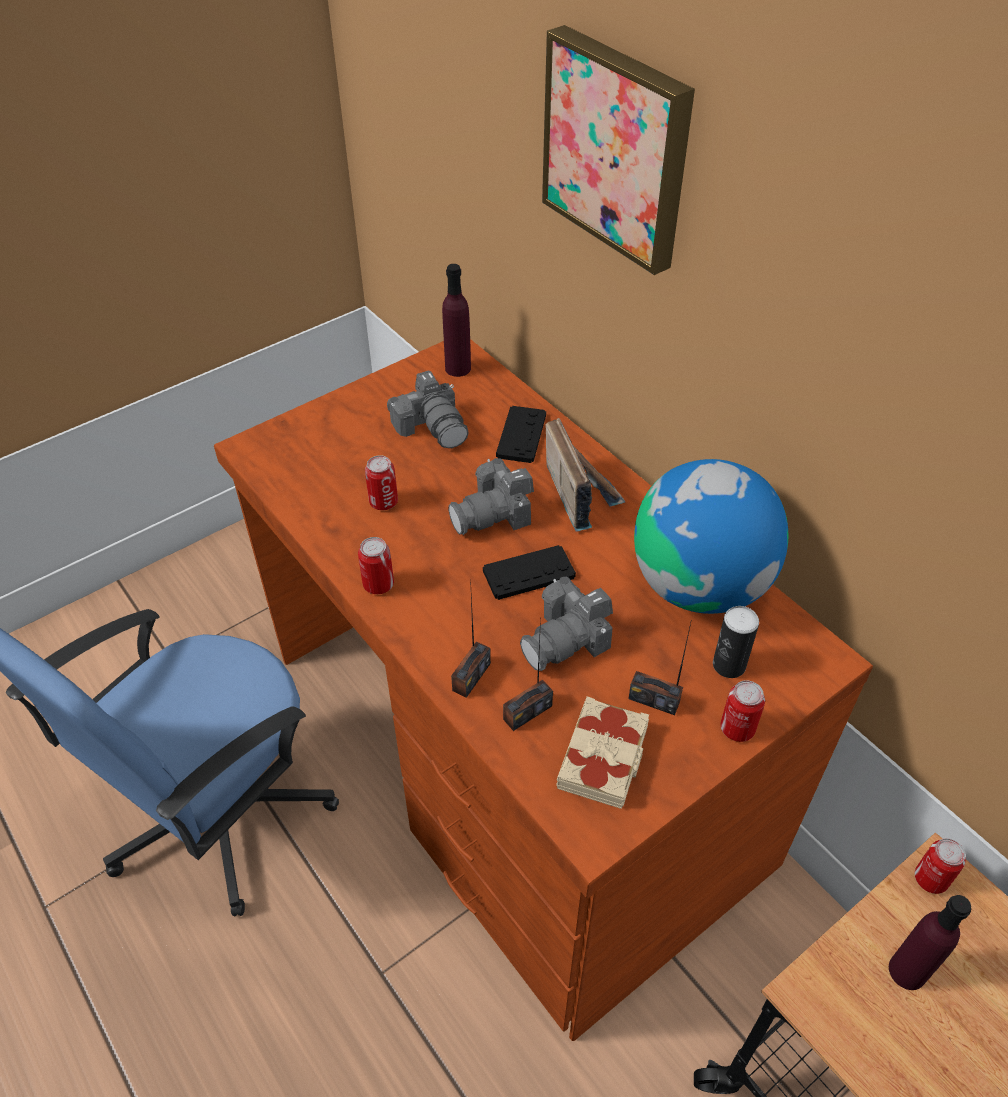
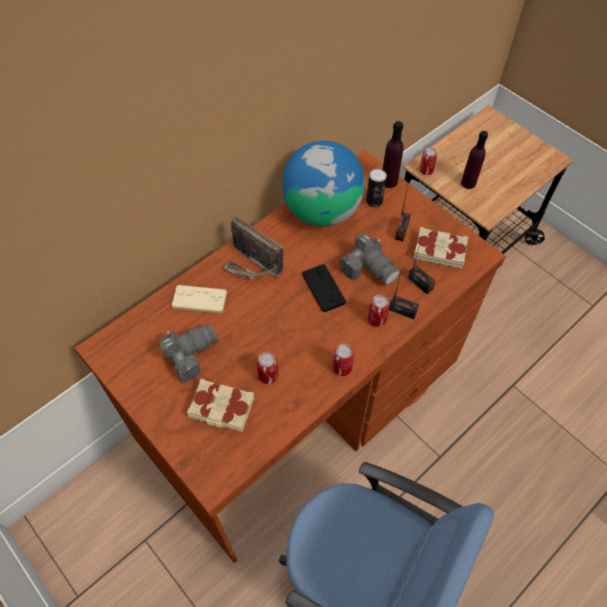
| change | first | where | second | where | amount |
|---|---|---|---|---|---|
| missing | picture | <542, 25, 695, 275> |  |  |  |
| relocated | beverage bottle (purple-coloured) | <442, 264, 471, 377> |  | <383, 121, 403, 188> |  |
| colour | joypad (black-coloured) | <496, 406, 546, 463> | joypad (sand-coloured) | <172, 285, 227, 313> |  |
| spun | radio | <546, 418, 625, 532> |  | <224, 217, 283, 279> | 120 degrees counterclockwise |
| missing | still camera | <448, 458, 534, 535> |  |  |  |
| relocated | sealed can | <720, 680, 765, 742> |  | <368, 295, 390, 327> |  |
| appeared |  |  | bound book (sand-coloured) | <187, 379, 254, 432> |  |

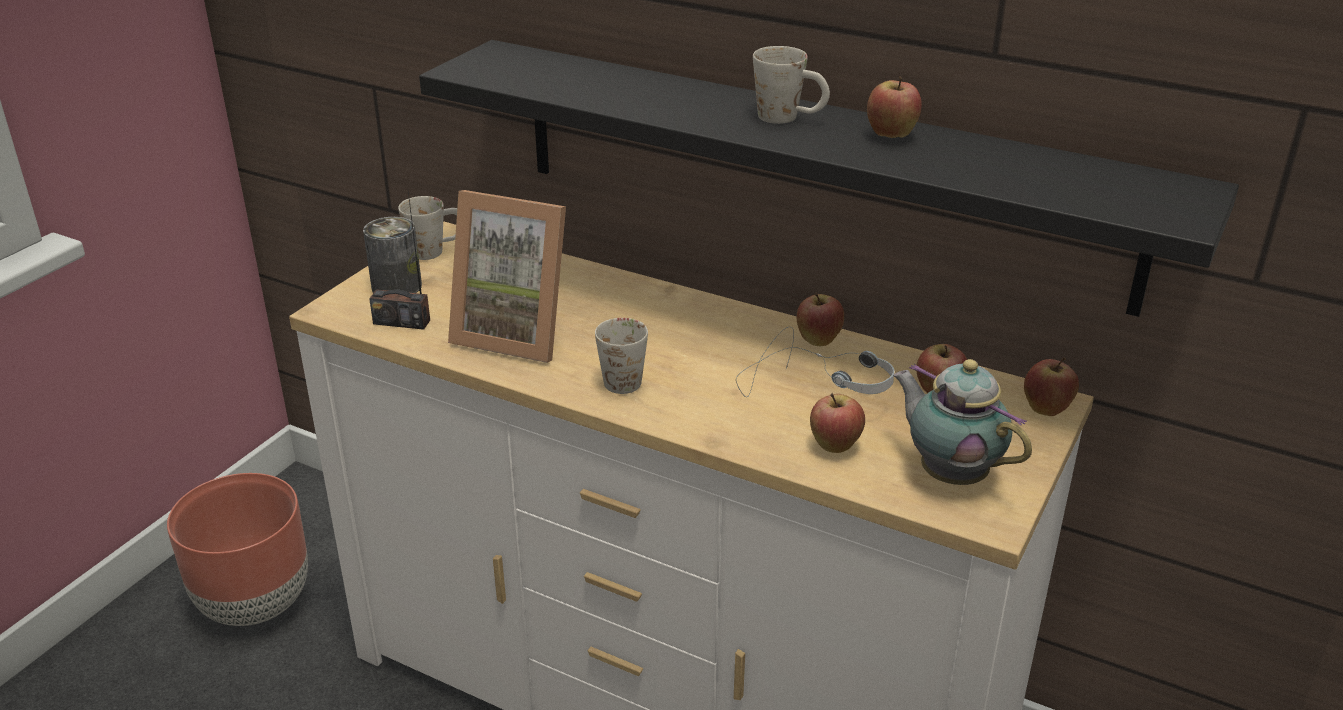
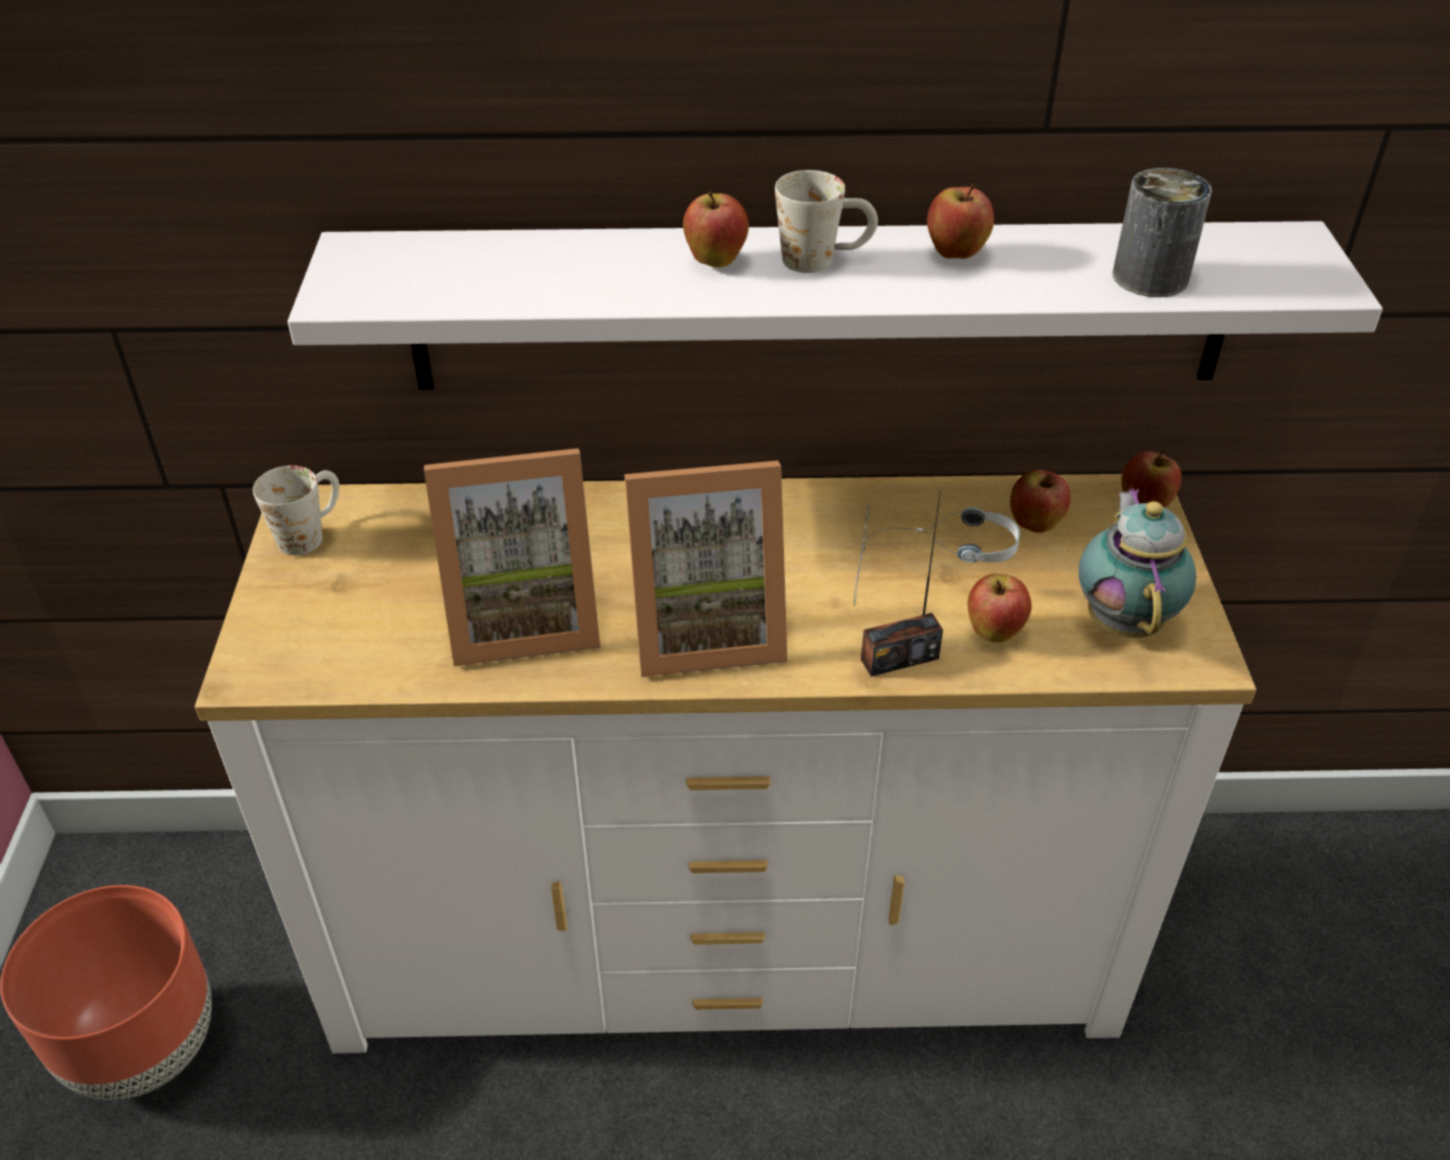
| change | first | where | second | where | amount |
|---|---|---|---|---|---|
| colour | shelf (black-coloured) | <419, 40, 1239, 317> | shelf (white-coloured) | <288, 221, 1383, 390> |  |
| relocated | radio | <369, 192, 430, 330> |  | <861, 495, 943, 677> |  |
| relocated | sealed can | <363, 217, 422, 293> |  | <1113, 168, 1212, 297> |  |
| relocated | apple fruit | <797, 292, 844, 346> |  | <683, 191, 749, 268> |  |
| exchanged | mug (white-coloured) | <595, 318, 648, 394> | standing frame | <624, 461, 788, 677> |  |
| spun | pot for tea | <893, 359, 1032, 485> |  | <1078, 488, 1196, 638> | 75 degrees clockwise |

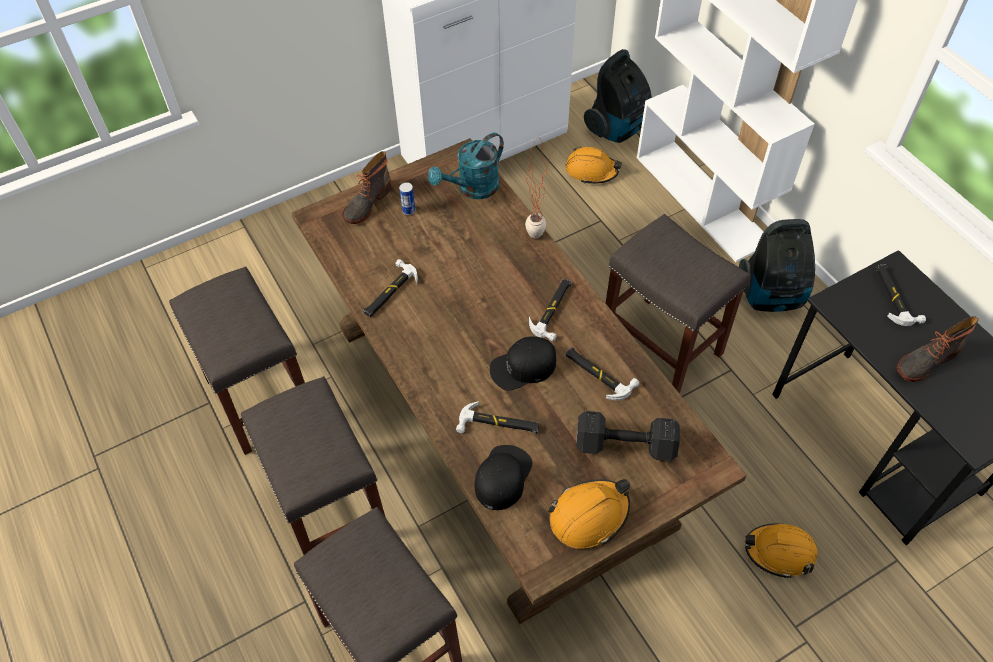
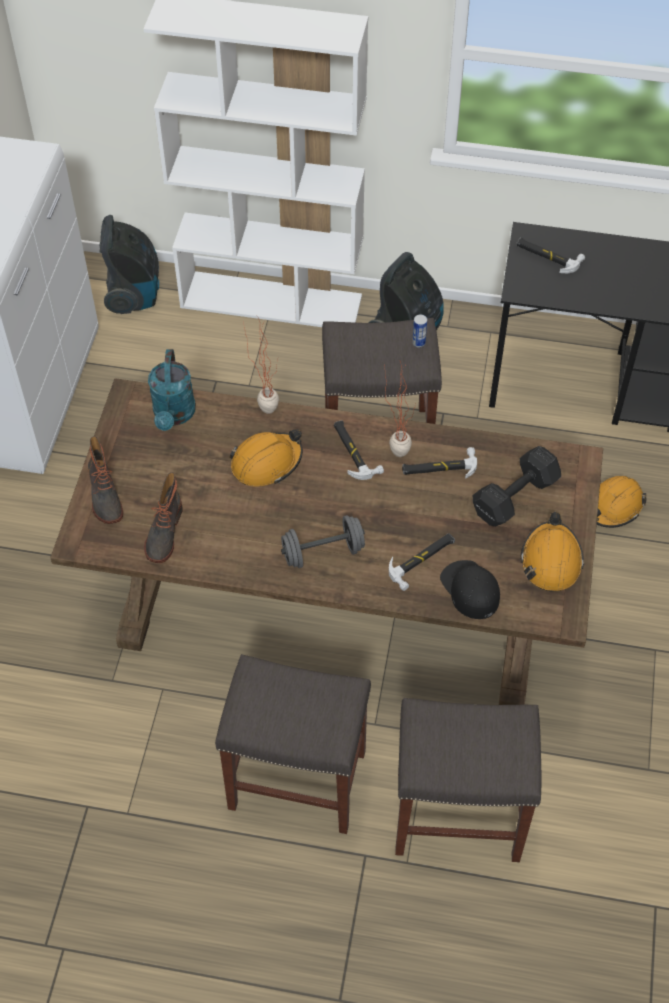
| change | first | where | second | where | amount |
|---|---|---|---|---|---|
| relocated | safety helmet (orange) | <566, 147, 622, 184> |  | <229, 429, 303, 487> |  |
| relocated | sealed can | <399, 182, 415, 215> |  | <412, 314, 427, 348> |  |
| missing | hammer | <363, 259, 418, 317> |  |  |  |
| missing | sitting stool (greyish) | <169, 266, 305, 455> |  |  |  |
| relocated | boot | <897, 316, 979, 382> |  | <144, 472, 183, 563> |  |
| missing | baseball cap (black-coloured) | <490, 336, 556, 390> |  |  |  |
| appeared |  |  | houseplant | <385, 361, 417, 457> |  |
| appeared |  |  | dumbbell (greyish) | <281, 515, 365, 568> |  |

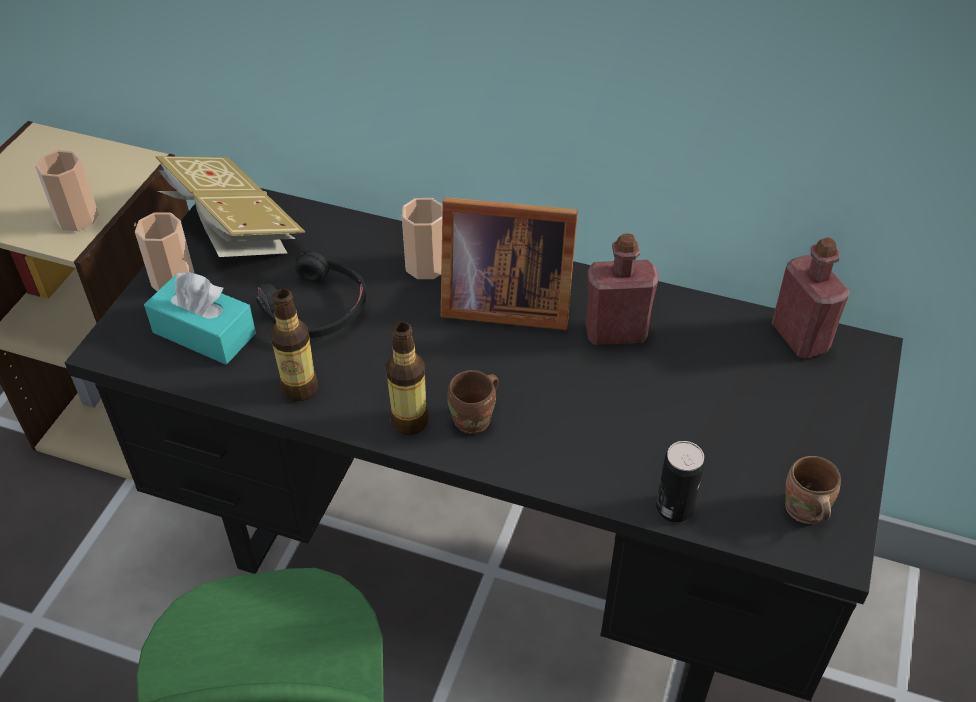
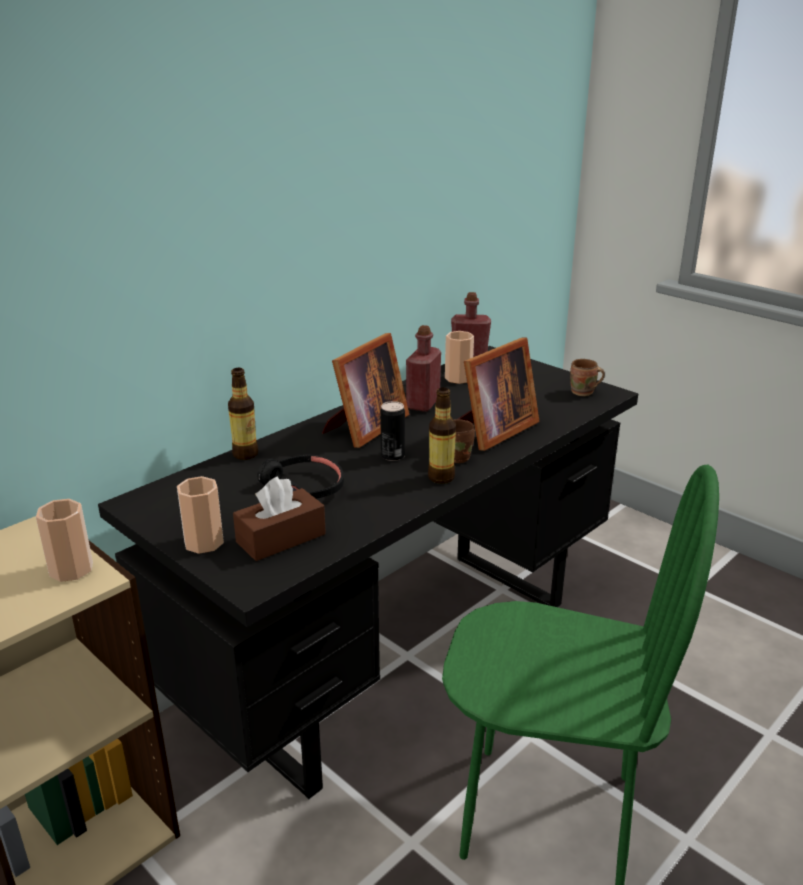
| change | first | where | second | where | amount |
|---|---|---|---|---|---|
| missing | bound book | <156, 156, 305, 257> |  |  |  |
| relocated | cup | <402, 198, 442, 279> |  | <445, 331, 474, 384> |  |
| colour | tissue holder (turquoise-coloured) | <144, 272, 256, 365> | tissue holder (brownish) | <233, 477, 326, 561> |  |
| relocated | beverage bottle | <270, 289, 318, 401> |  | <228, 368, 258, 460> |  |
| relocated | sealed can | <656, 441, 705, 523> |  | <380, 401, 405, 461> |  |
| appeared |  |  | standing frame | <458, 338, 540, 451> |  |

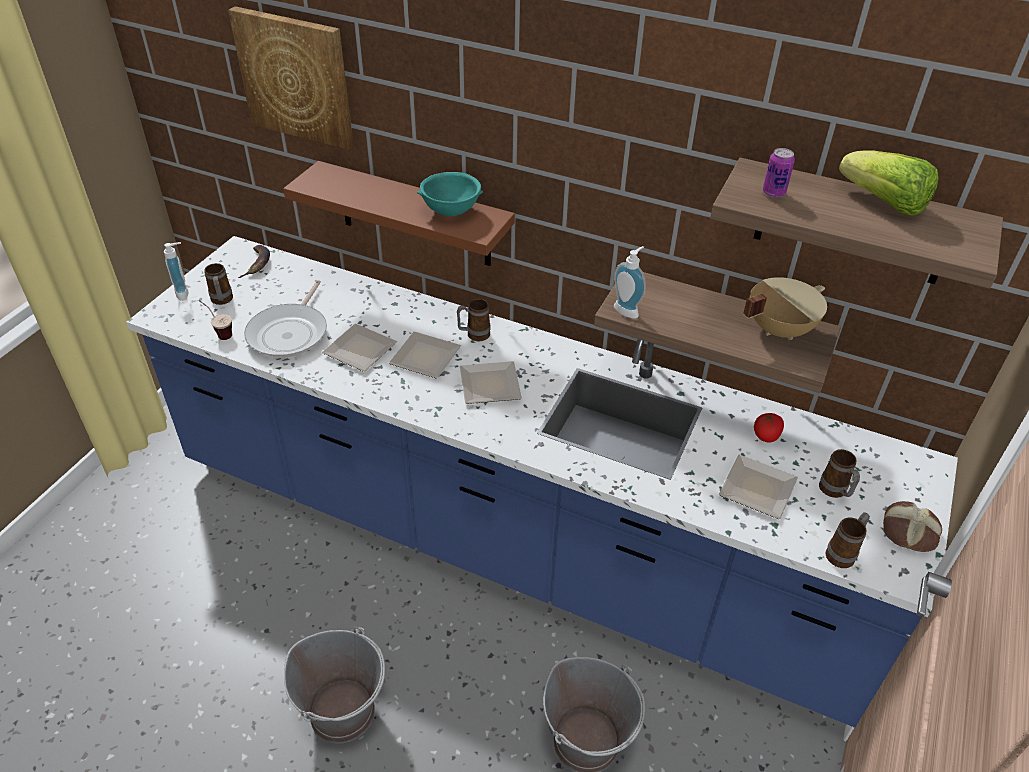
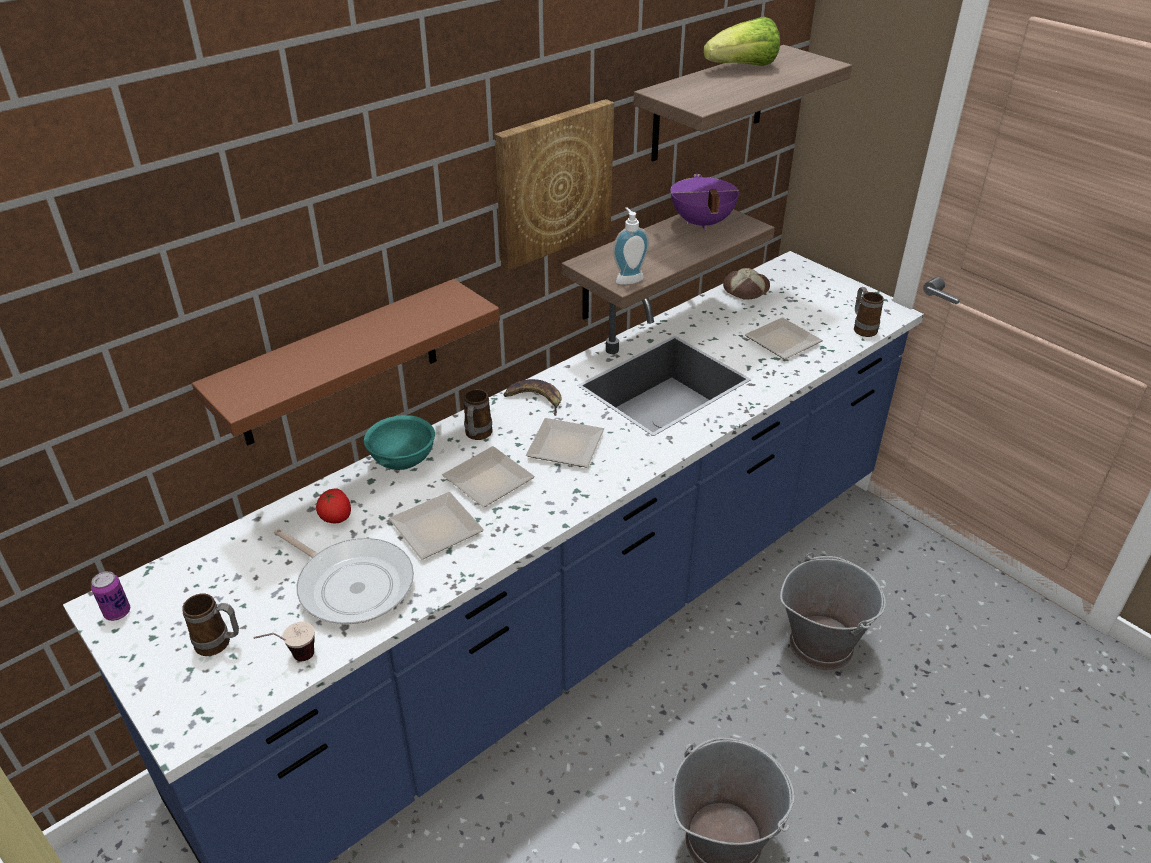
| change | first | where | second | where | amount |
|---|---|---|---|---|---|
| relocated | picture | <228, 6, 354, 150> |  | <495, 99, 614, 271> |  |
| relocated | sealed can | <763, 148, 795, 198> |  | <91, 571, 130, 621> |  |
| relocated | bowl (turquoise-coloured) | <417, 172, 483, 216> |  | <364, 415, 435, 470> |  |
| missing | soap dispenser | <164, 242, 189, 301> |  |  |  |
| relocated | whole banana | <238, 245, 270, 278> |  | <503, 379, 561, 416> |  |
| colour | stockpot (sand-coloured) | <743, 277, 827, 340> | stockpot (purple-coloured) | <670, 174, 739, 230> |  |
| relocated | tomato | <754, 412, 784, 443> |  | <316, 488, 351, 523> |  |
| missing | mug | <819, 449, 860, 498> |  |  |  |
| relocated | bakery bread | <883, 501, 942, 552> |  | <723, 268, 770, 300> |  |

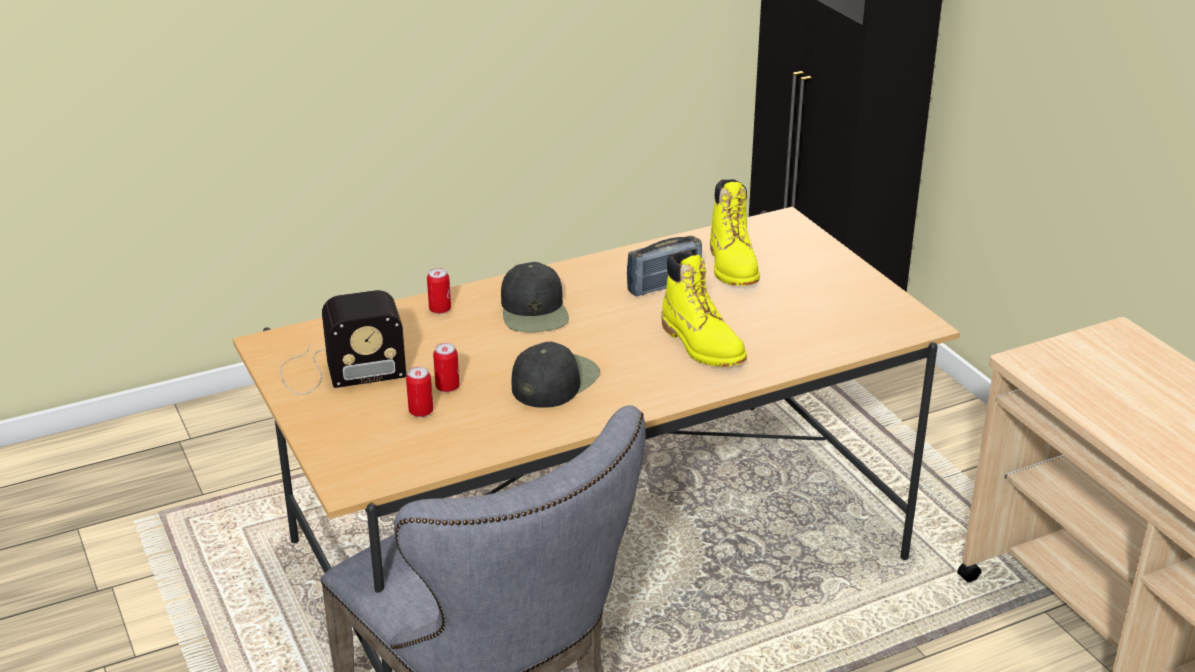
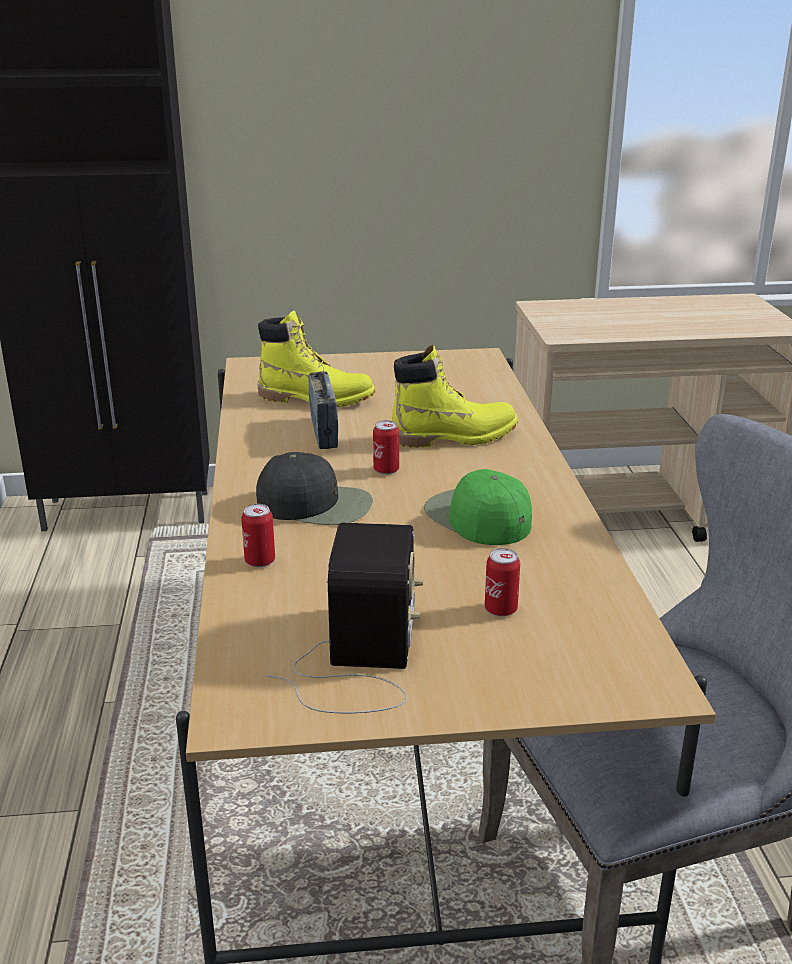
| change | first | where | second | where | amount |
|---|---|---|---|---|---|
| colour | baseball cap (black-coloured) | <512, 342, 600, 408> | baseball cap (green) | <424, 469, 532, 545> |  |
| relocated | sealed can | <433, 343, 460, 392> |  | <373, 420, 399, 475> |  |

